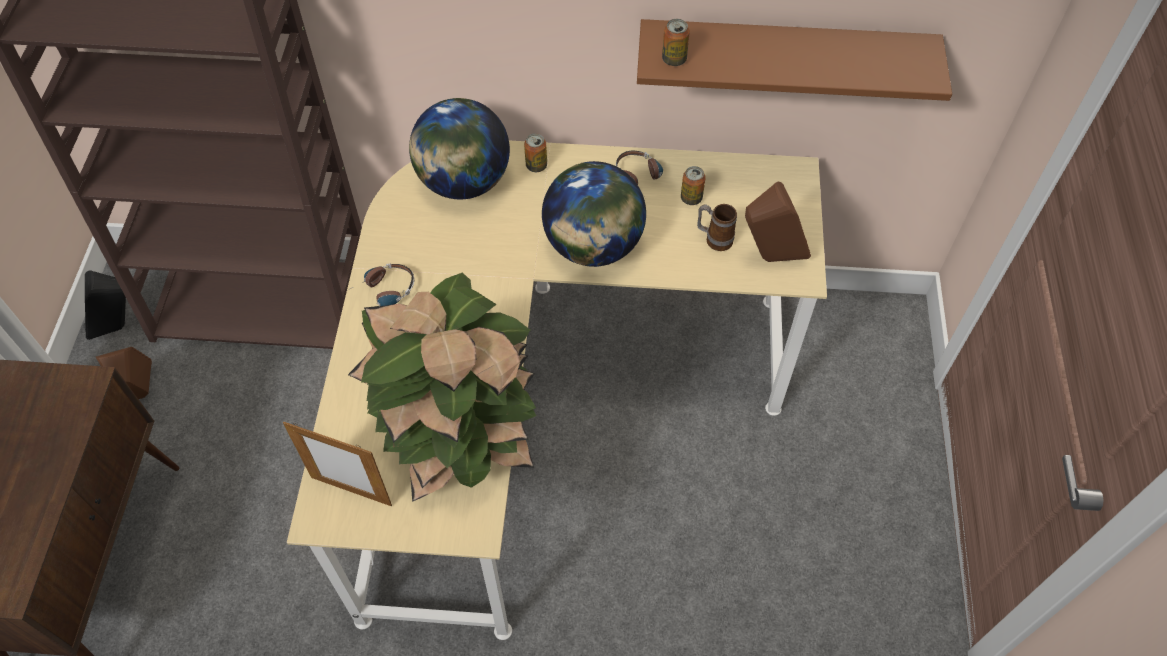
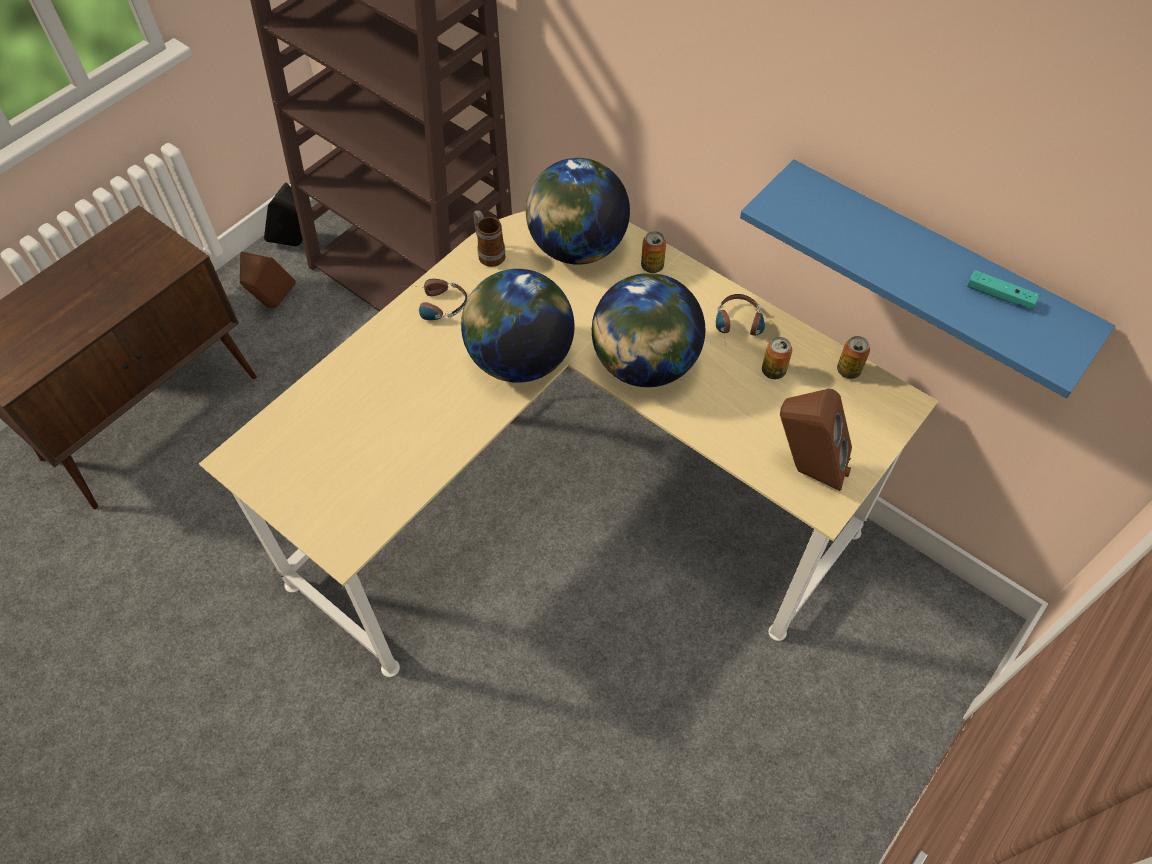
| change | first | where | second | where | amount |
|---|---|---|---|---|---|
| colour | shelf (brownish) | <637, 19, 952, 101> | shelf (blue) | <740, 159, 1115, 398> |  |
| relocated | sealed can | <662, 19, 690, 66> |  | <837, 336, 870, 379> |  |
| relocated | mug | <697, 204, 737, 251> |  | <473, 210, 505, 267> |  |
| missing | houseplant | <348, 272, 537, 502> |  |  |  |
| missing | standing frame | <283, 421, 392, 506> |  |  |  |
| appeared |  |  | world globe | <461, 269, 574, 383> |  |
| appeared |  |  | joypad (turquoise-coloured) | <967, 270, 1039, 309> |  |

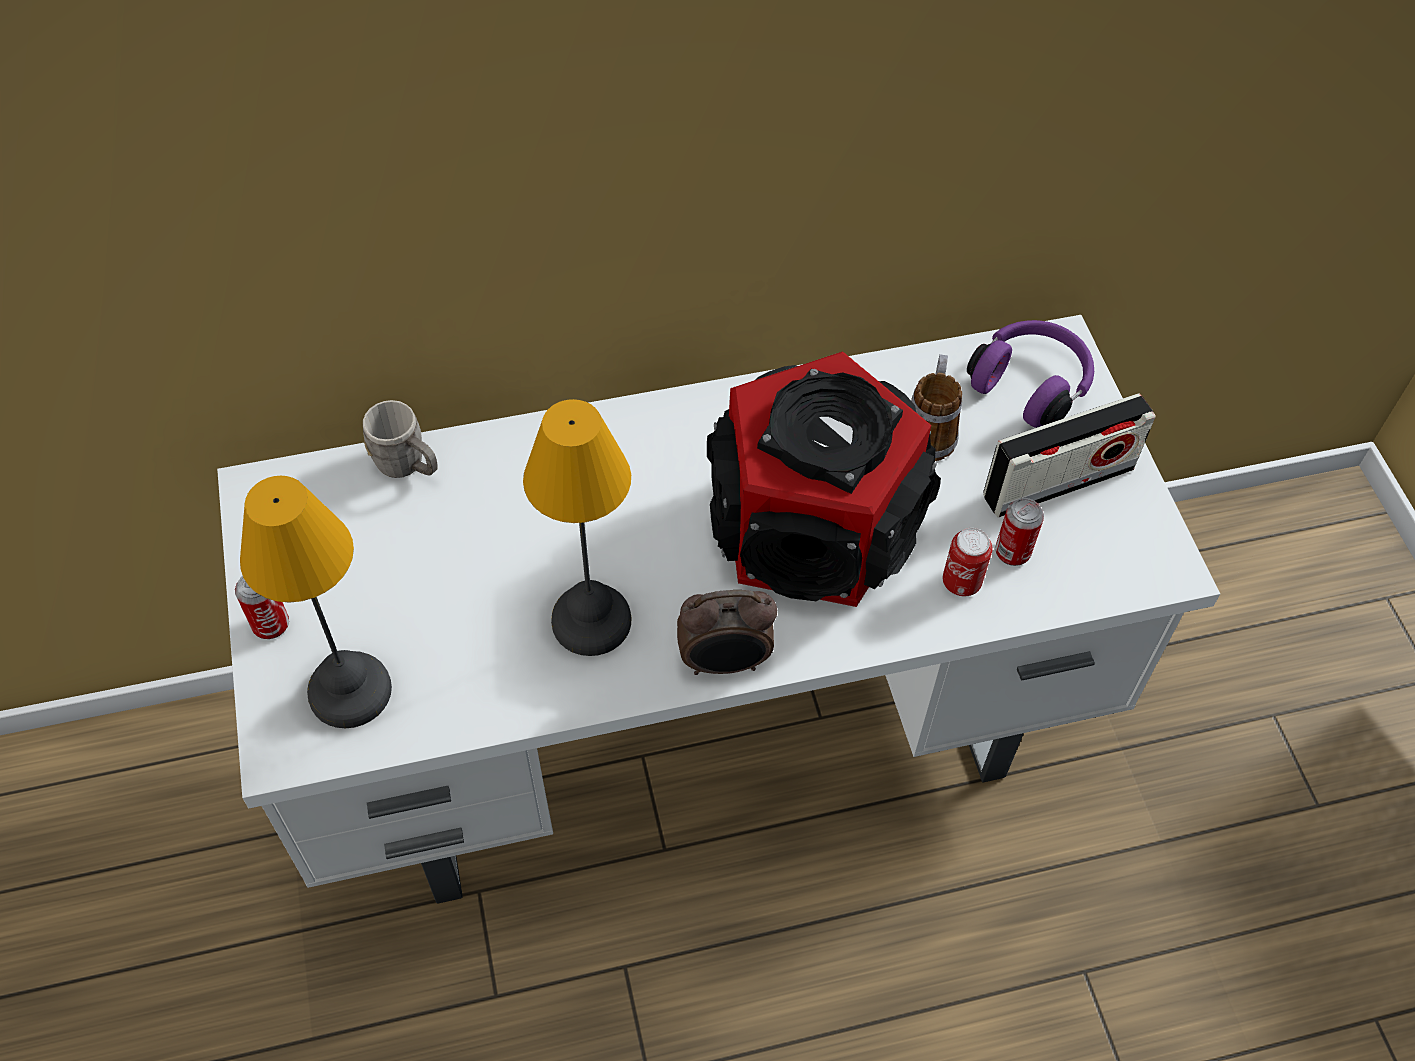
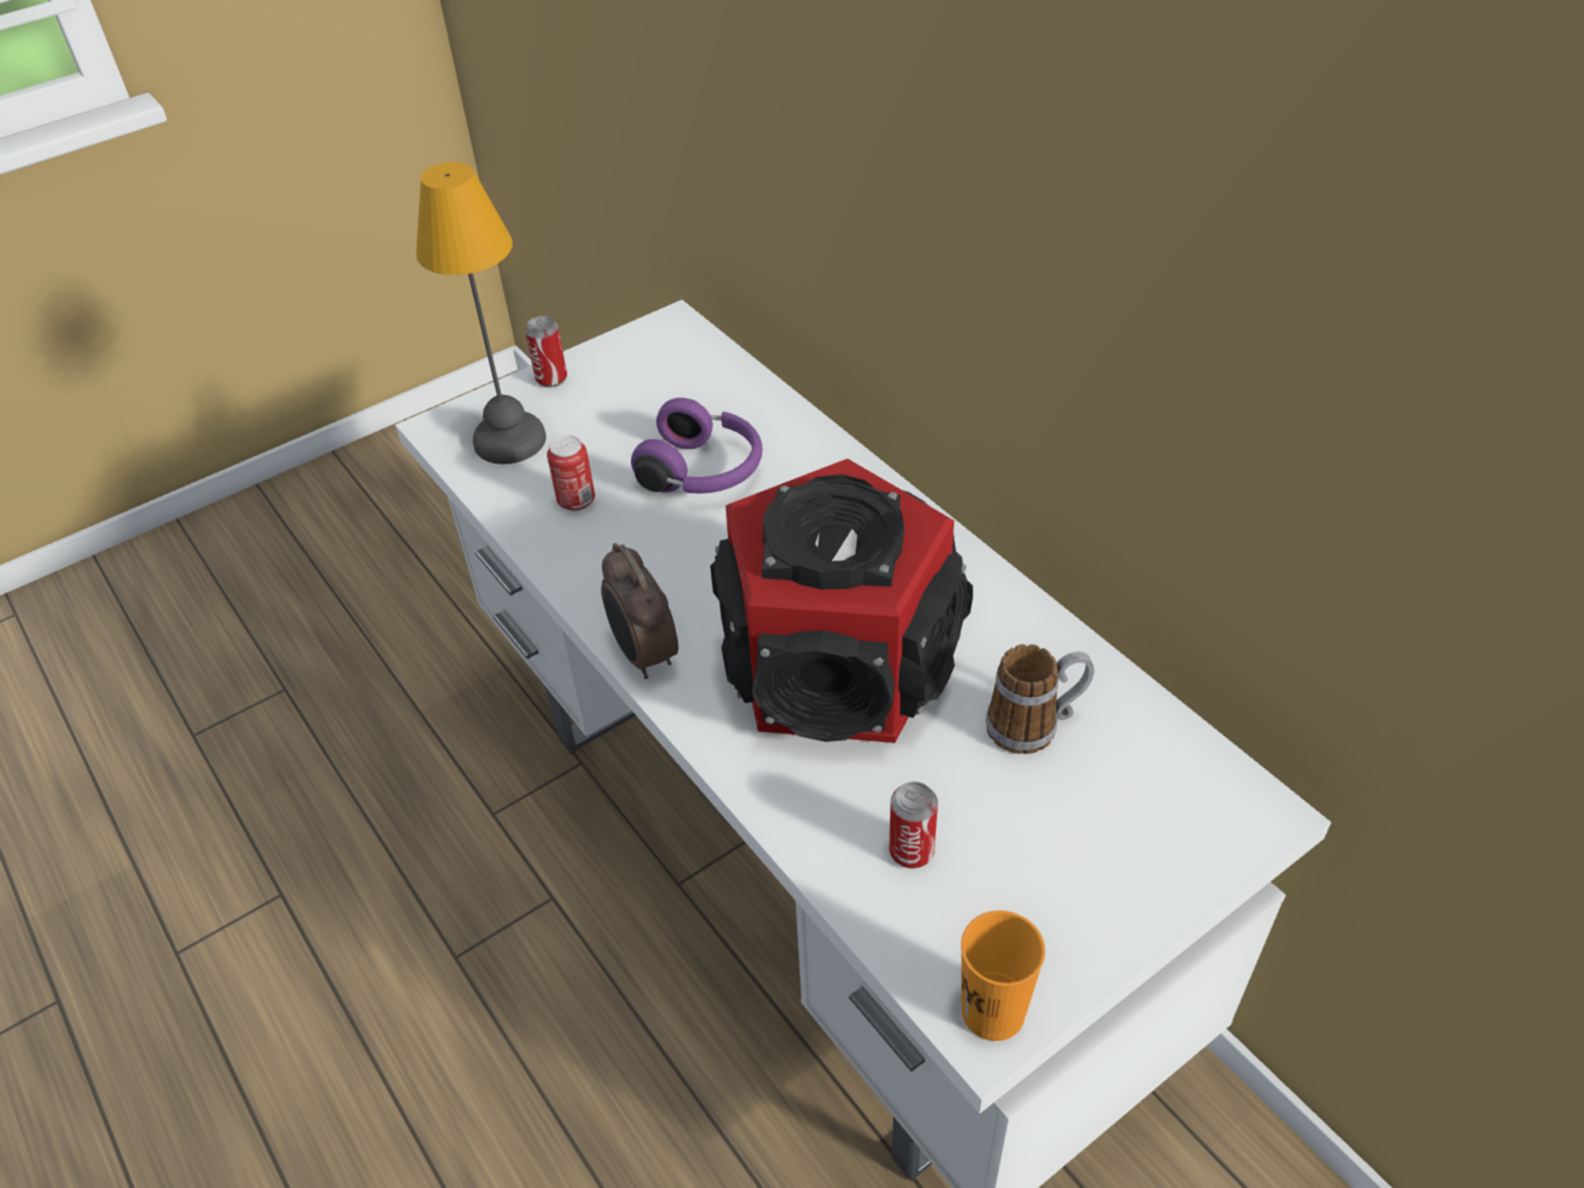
| change | first | where | second | where | amount |
|---|---|---|---|---|---|
| relocated | headphones (purple-coloured) | <967, 320, 1094, 428> |  | <631, 398, 763, 494> |  |
| missing | radio | <983, 393, 1156, 518> |  |  |  |
| missing | lamp for a table | <523, 399, 631, 656> |  |  |  |
| missing | mug (greyish) | <363, 400, 438, 478> |  |  |  |
| relocated | sealed can | <943, 528, 992, 596> |  | <547, 435, 595, 511> |  |
| appeared |  |  | cup (orange) | <961, 911, 1045, 1041> |  |

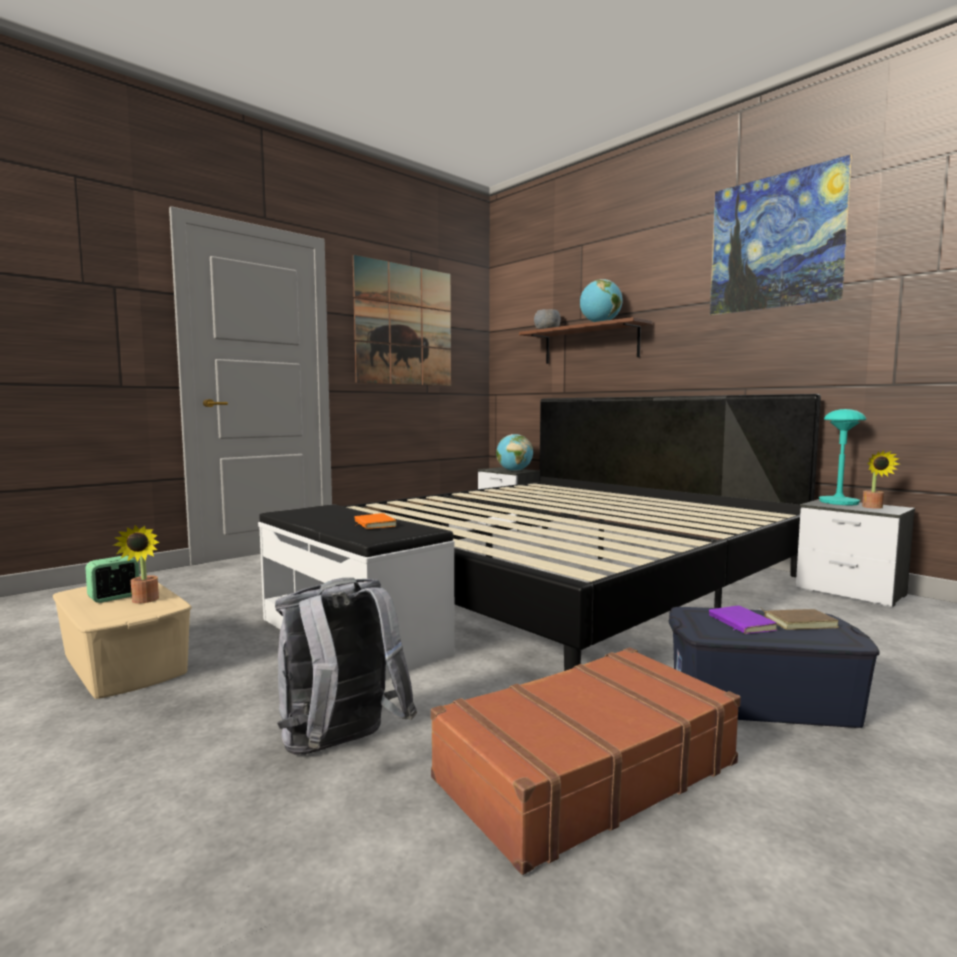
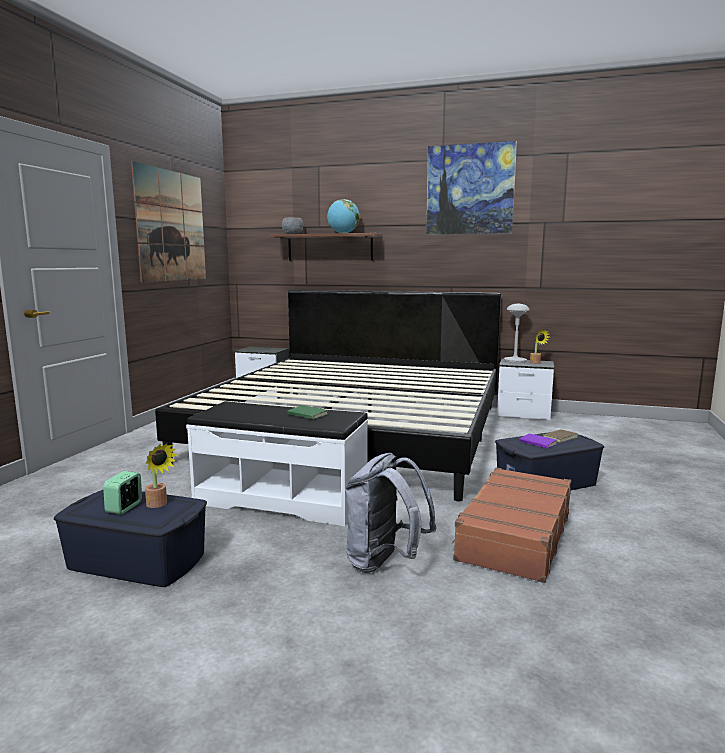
| change | first | where | second | where | amount |
|---|---|---|---|---|---|
| colour | lamp for a table (turquoise-coloured) | <819, 409, 866, 505> | lamp for a table (greyish) | <504, 304, 530, 363> |  |
| missing | world globe | <496, 434, 533, 471> |  |  |  |
| colour | bound book (orange) | <355, 513, 397, 529> | bound book (green) | <288, 405, 328, 419> |  |
| colour | storage box (sand-coloured) | <53, 583, 192, 699> | storage box (blue) | <54, 490, 207, 587> |  |

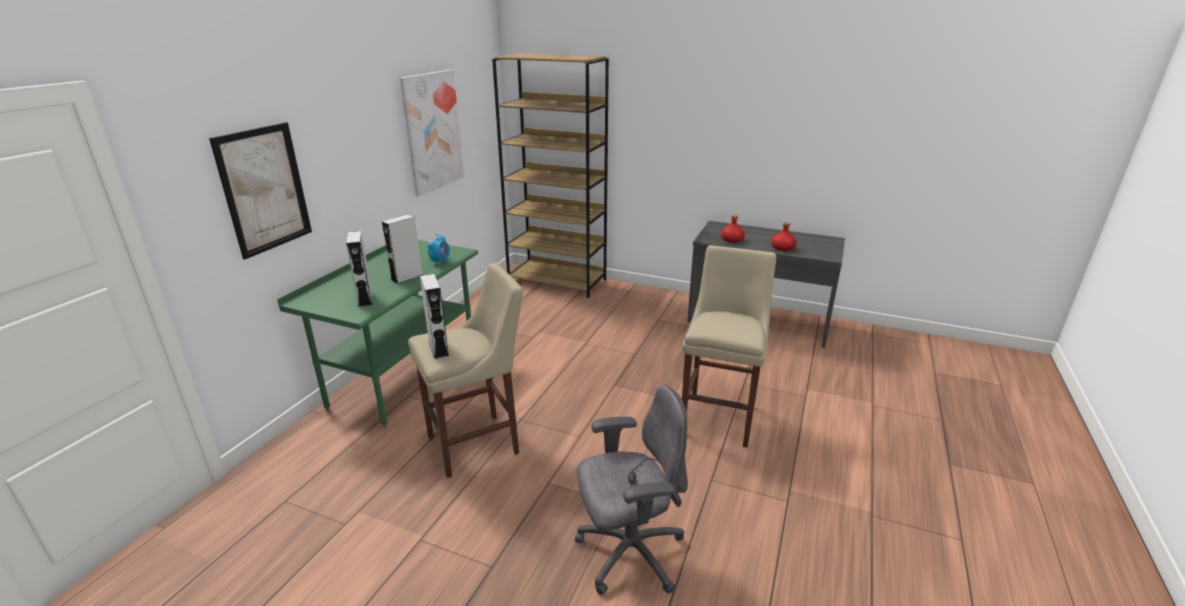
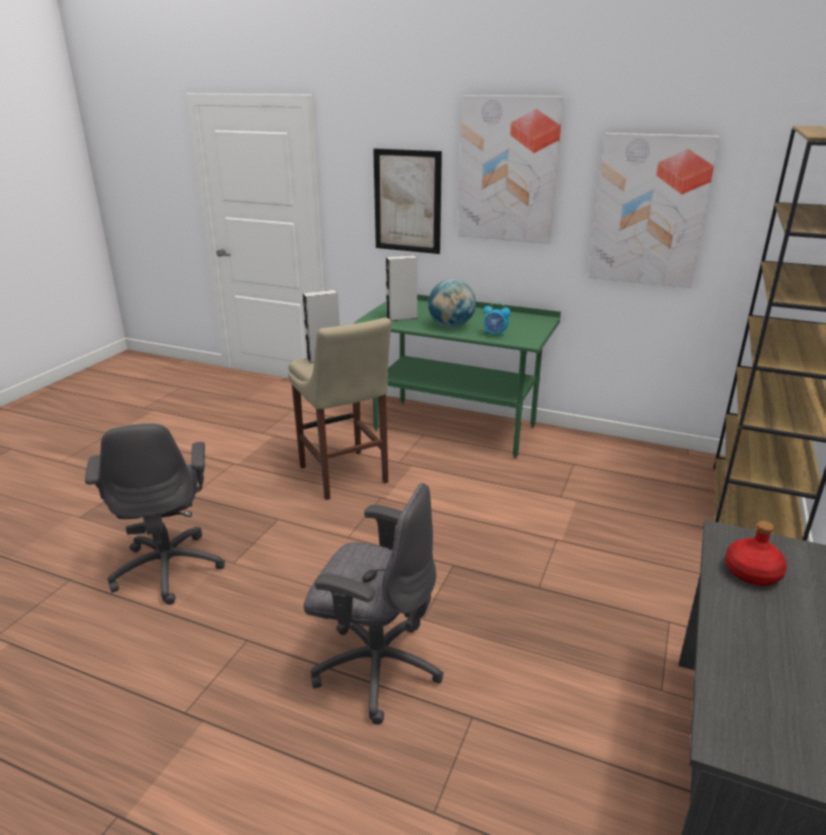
| change | first | where | second | where | amount |
|---|---|---|---|---|---|
| exchanged | loudspeaker (greyish) | <382, 214, 423, 284> | world globe | <428, 279, 476, 328> |  |
| missing | beverage bottle (red-coloured) | <771, 222, 797, 251> |  |  |  |
| exchanged | sitting stool (sand-coloured) | <682, 245, 776, 448> | office chair (greyish) | <304, 483, 444, 725> |  |
| appeared |  |  | picture | <458, 95, 564, 244> |  |

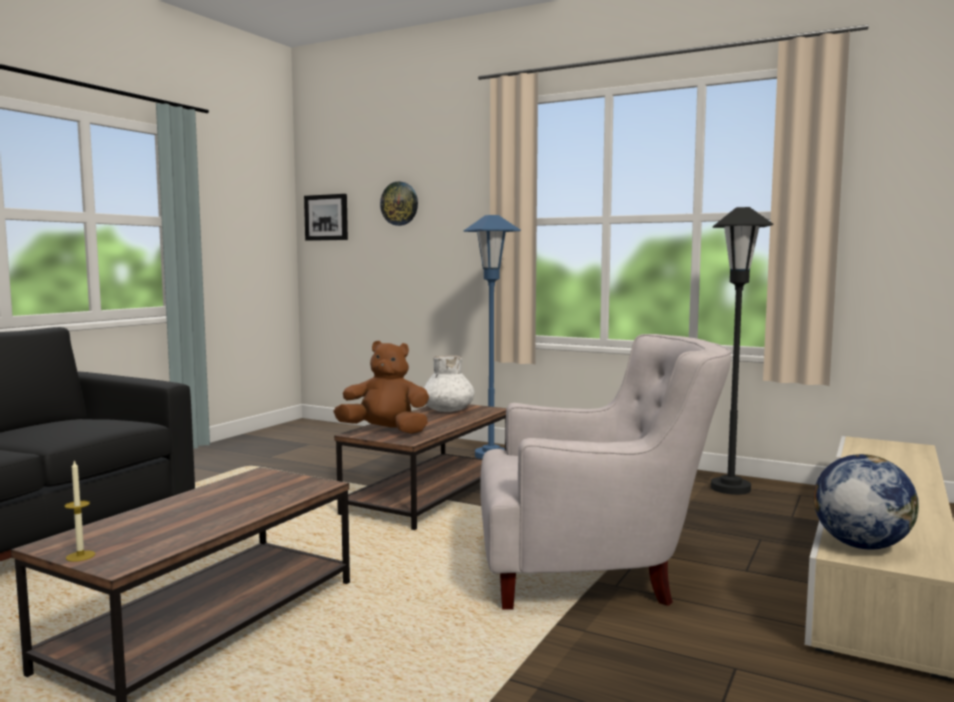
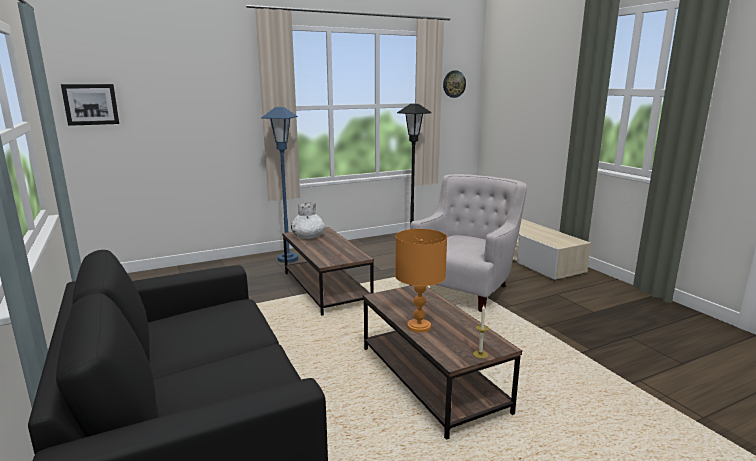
| change | first | where | second | where | amount |
|---|---|---|---|---|---|
| relocated | clock on the wall | <380, 182, 418, 226> |  | <443, 70, 466, 98> |  |
| missing | cuddly toy (brownish) | <333, 341, 429, 434> |  |  |  |
| missing | world globe | <813, 454, 919, 550> |  |  |  |
| appeared |  |  | lamp for a table (orange) | <395, 229, 447, 333> |  |

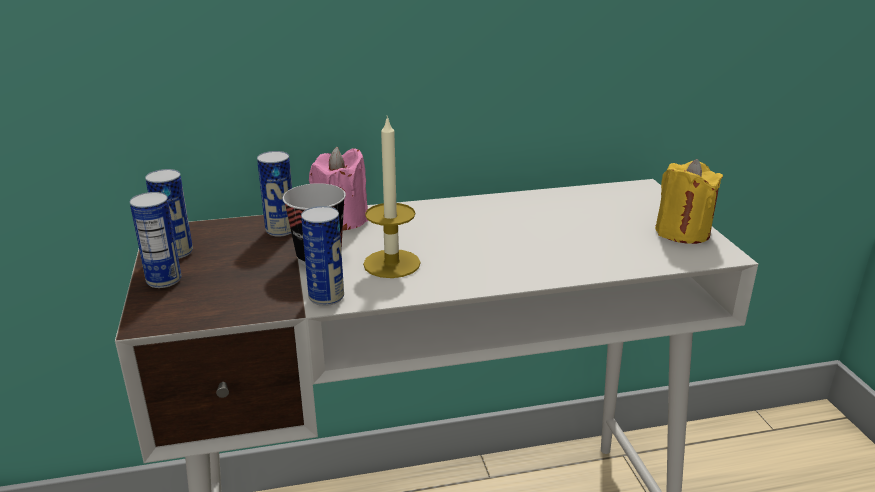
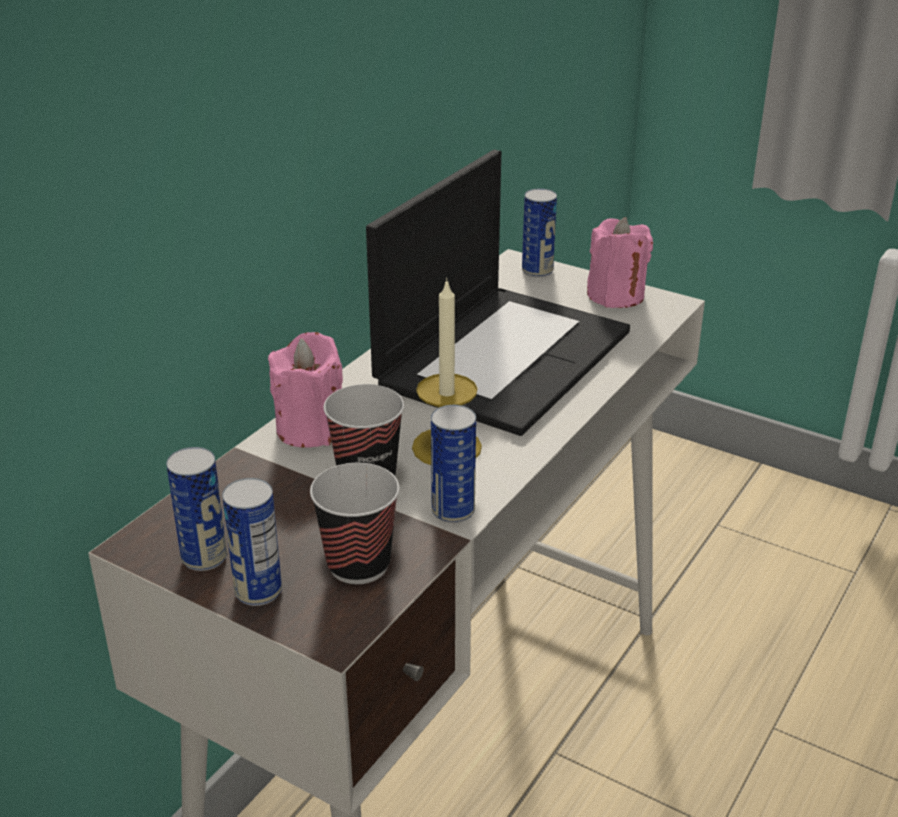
| change | first | where | second | where | amount |
|---|---|---|---|---|---|
| relocated | sealed can | <257, 151, 292, 237> |  | <522, 188, 557, 278> |  |
| colour | wax light (yellowish) | <655, 159, 723, 244> | wax light (pinkish) | <587, 217, 653, 308> |  |
| appeared |  |  | laptop | <366, 150, 630, 436> |  |
| appeared |  |  | cup | <310, 463, 399, 584> |  |

